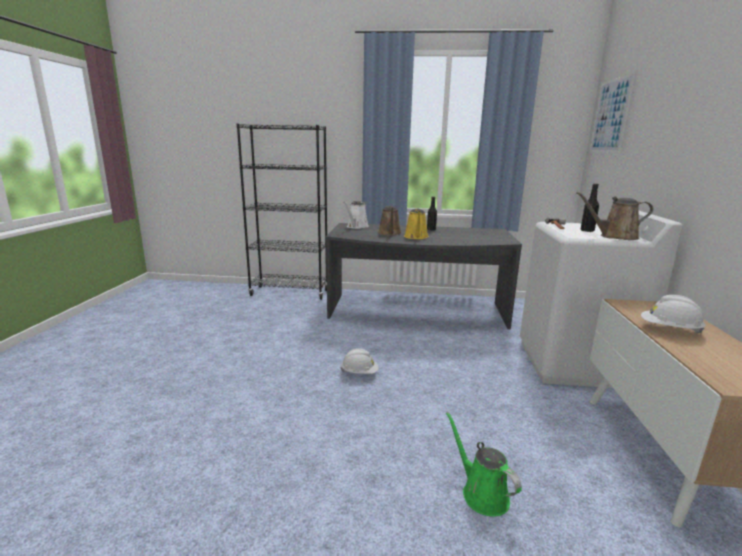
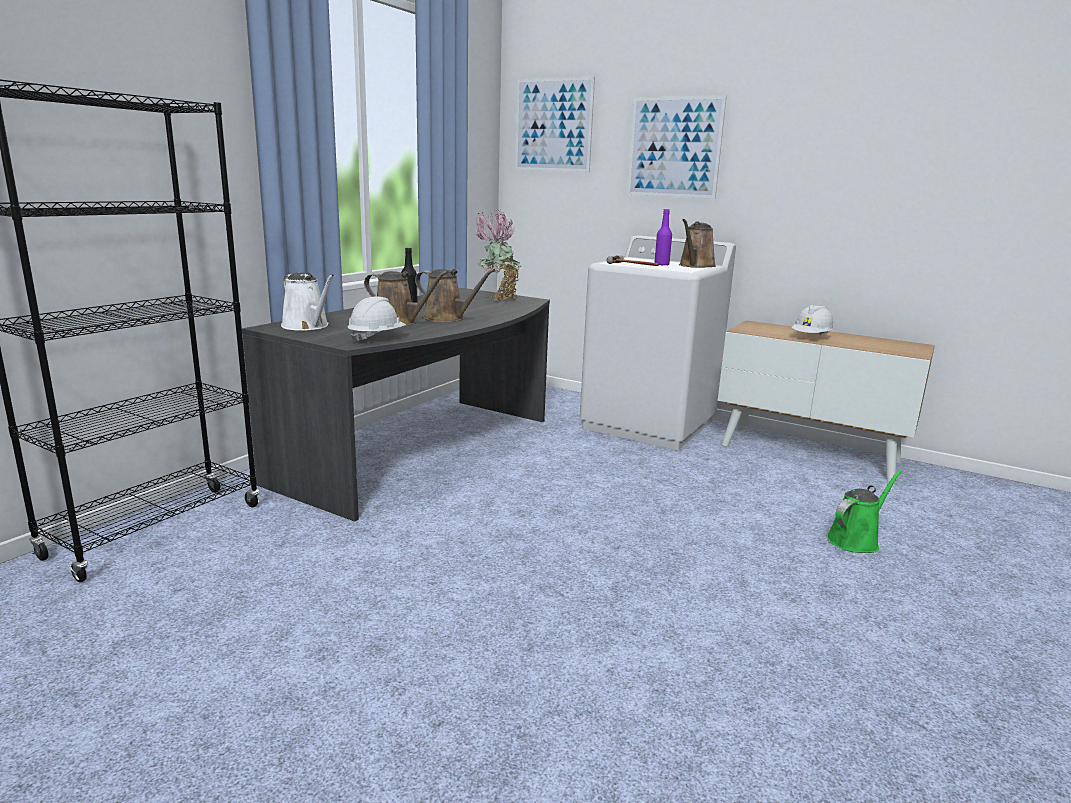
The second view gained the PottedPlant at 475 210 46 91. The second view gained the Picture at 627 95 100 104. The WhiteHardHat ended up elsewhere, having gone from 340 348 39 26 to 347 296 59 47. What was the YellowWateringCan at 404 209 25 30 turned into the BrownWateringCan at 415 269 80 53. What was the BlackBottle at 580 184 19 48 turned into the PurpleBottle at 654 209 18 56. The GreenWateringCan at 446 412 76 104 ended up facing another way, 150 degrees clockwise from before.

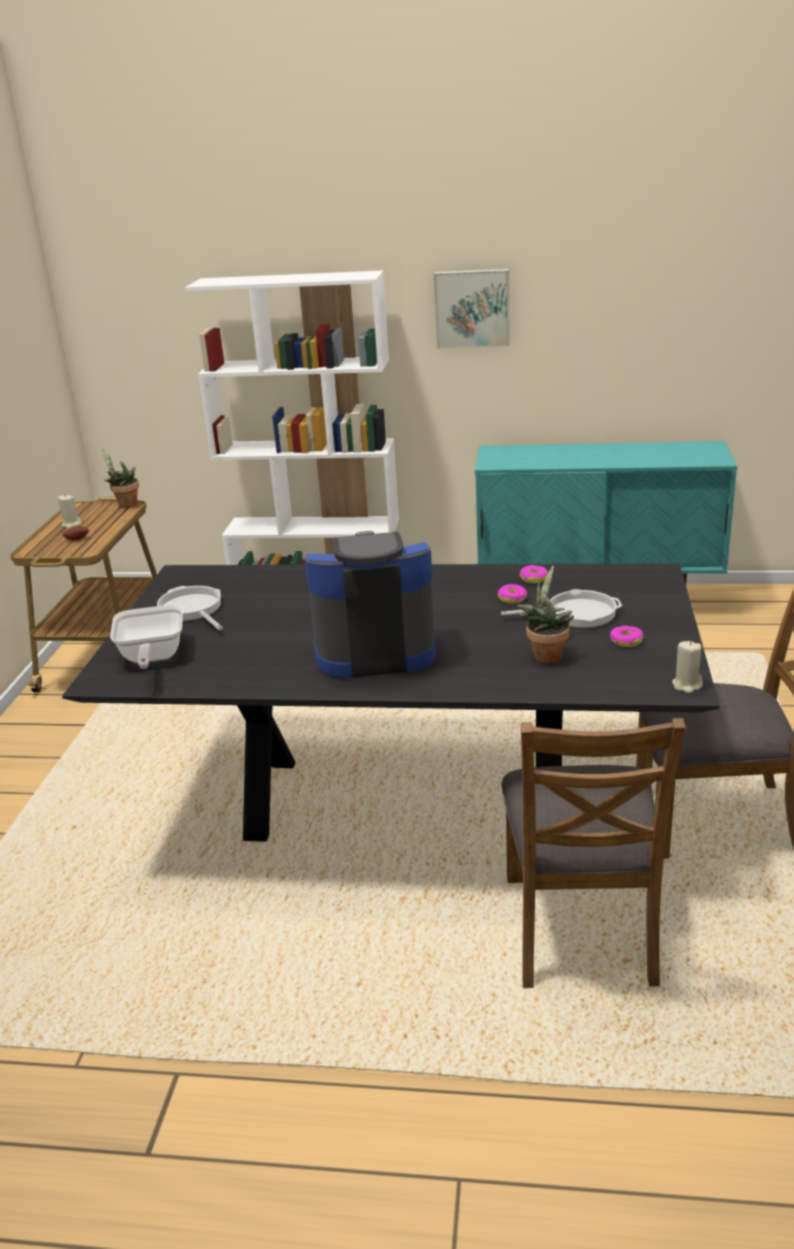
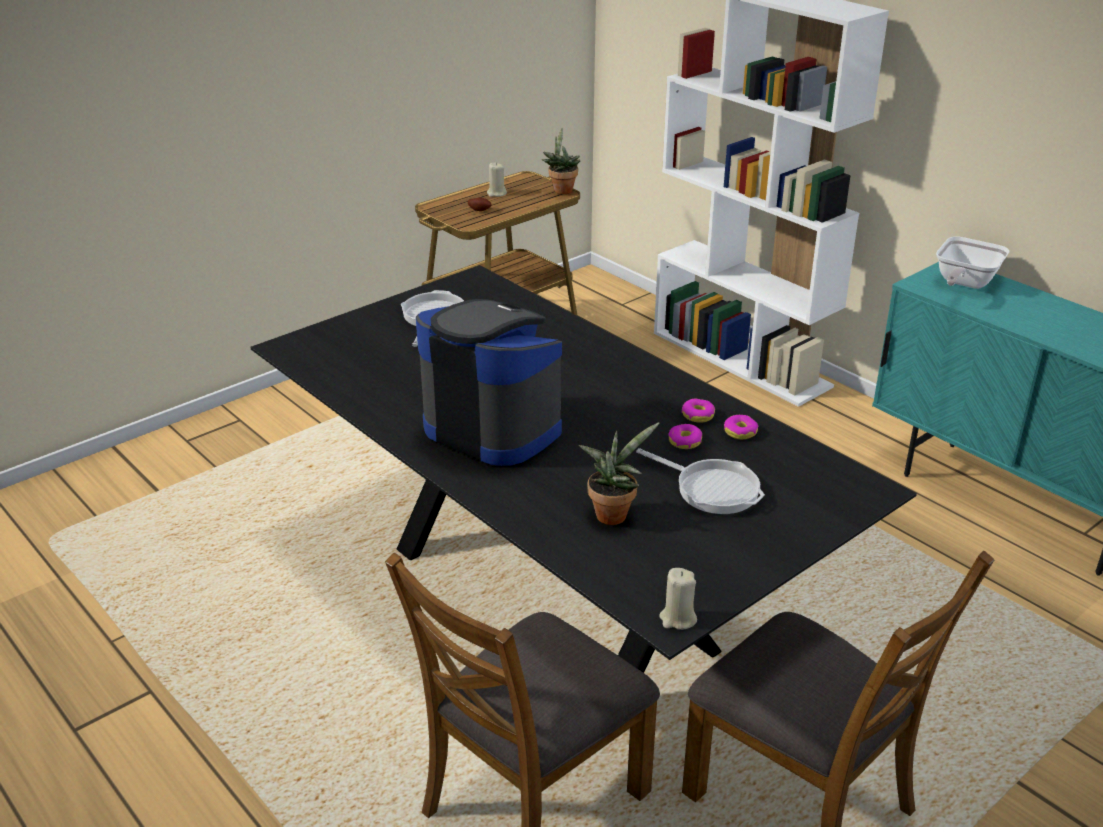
The second view lost the Picture at 434 269 76 80. The FryingPan ended up elsewhere, having gone from 110 605 73 64 to 936 237 73 52. The Donut ended up elsewhere, having gone from 610 626 33 21 to 681 398 34 25.

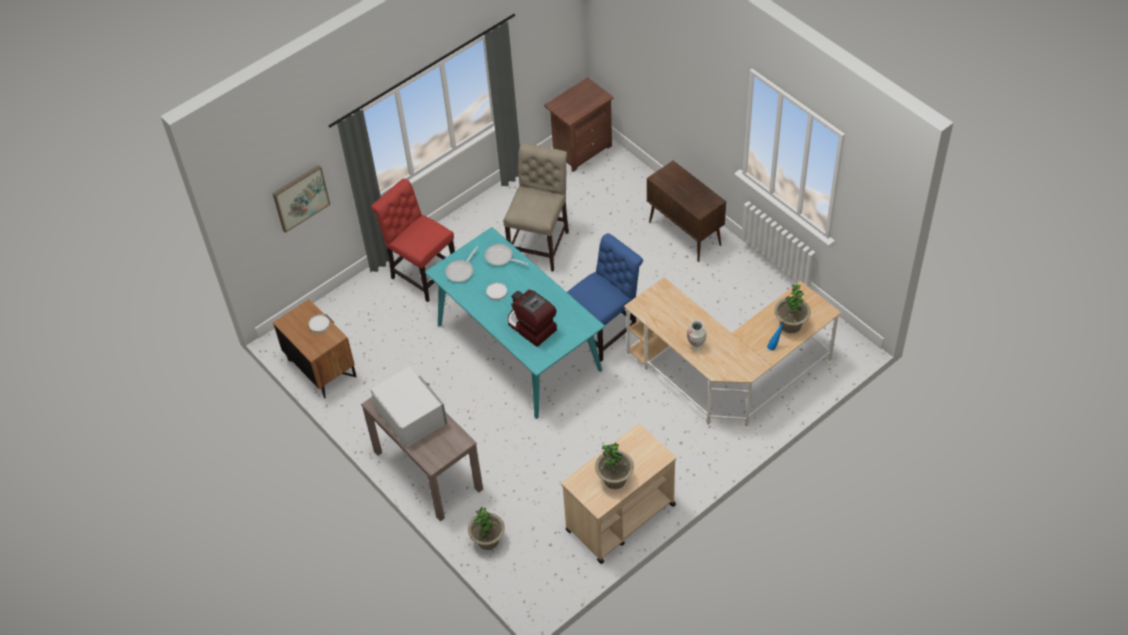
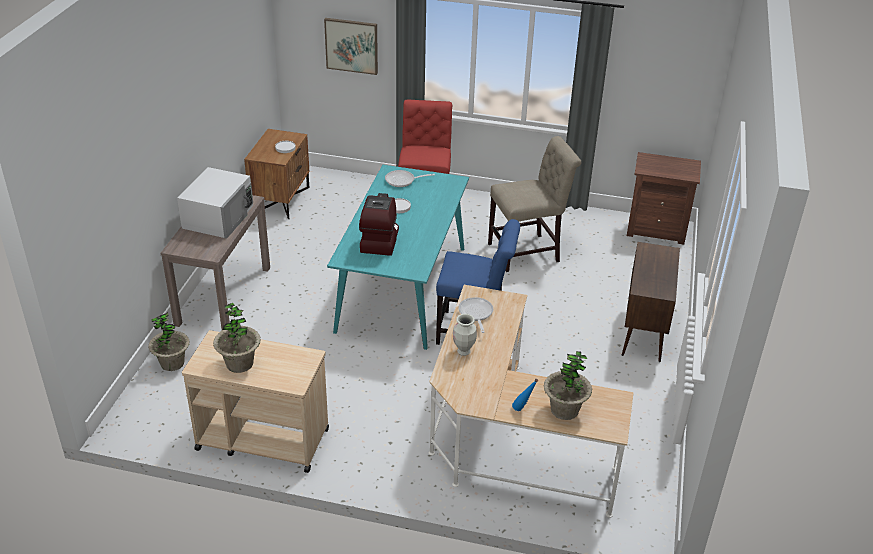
The FryingPan ended up elsewhere, having gone from 485 244 43 22 to 458 297 36 36.

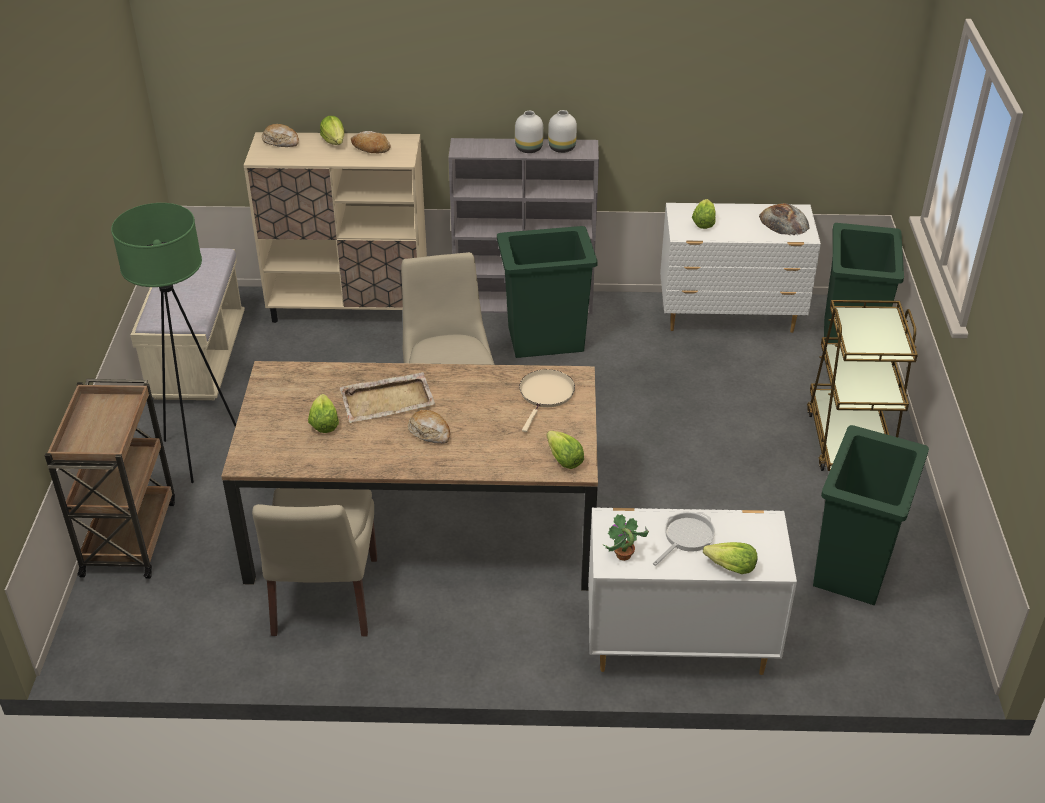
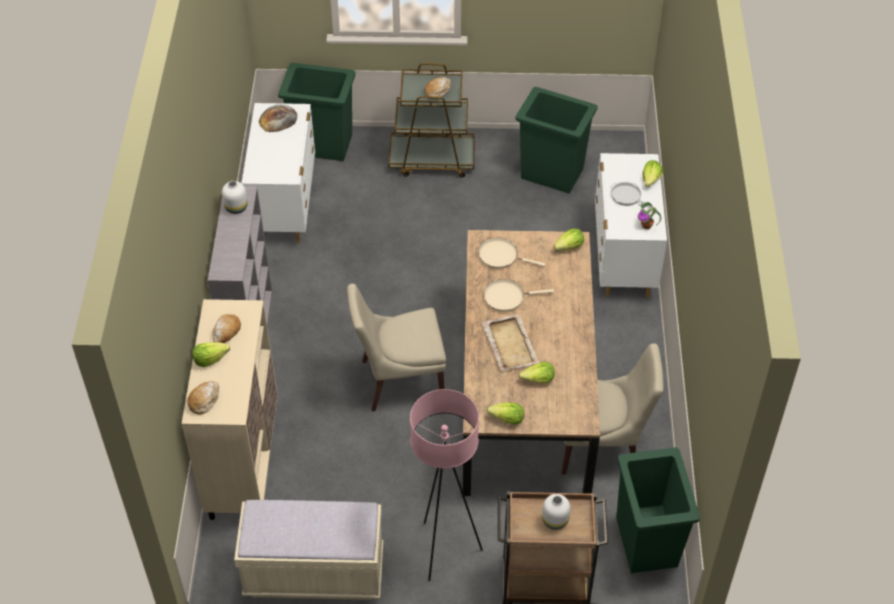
The second view gained the BeigeFryingPan at 483 279 71 33. The Bread ended up elsewhere, having gone from 408 410 42 34 to 425 77 26 22. The GreenTrashCan ended up elsewhere, having gone from 497 226 101 132 to 616 447 84 126. The WhiteVase ended up elsewhere, having gone from 515 111 28 42 to 542 494 28 36. The Lettuce ended up elsewhere, having gone from 692 199 23 30 to 487 403 37 22. What was the GreenFloorLamp at 111 203 125 280 turned into the PinkFloorLamp at 410 389 73 192.

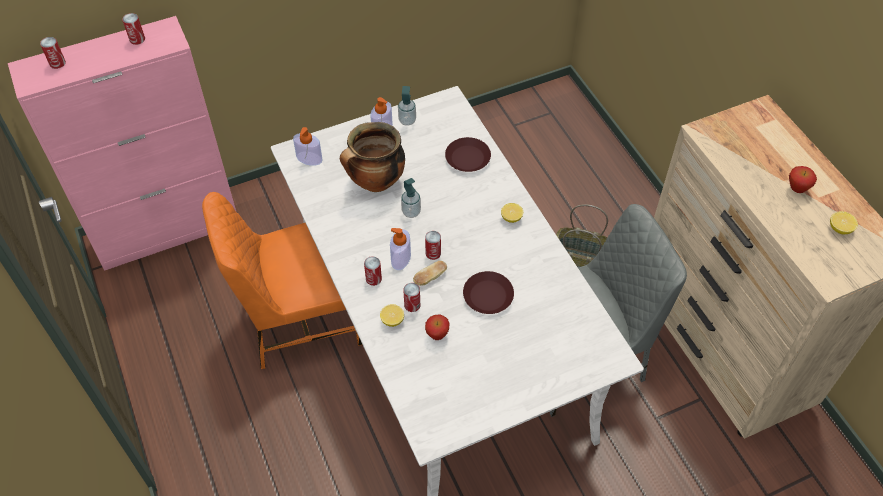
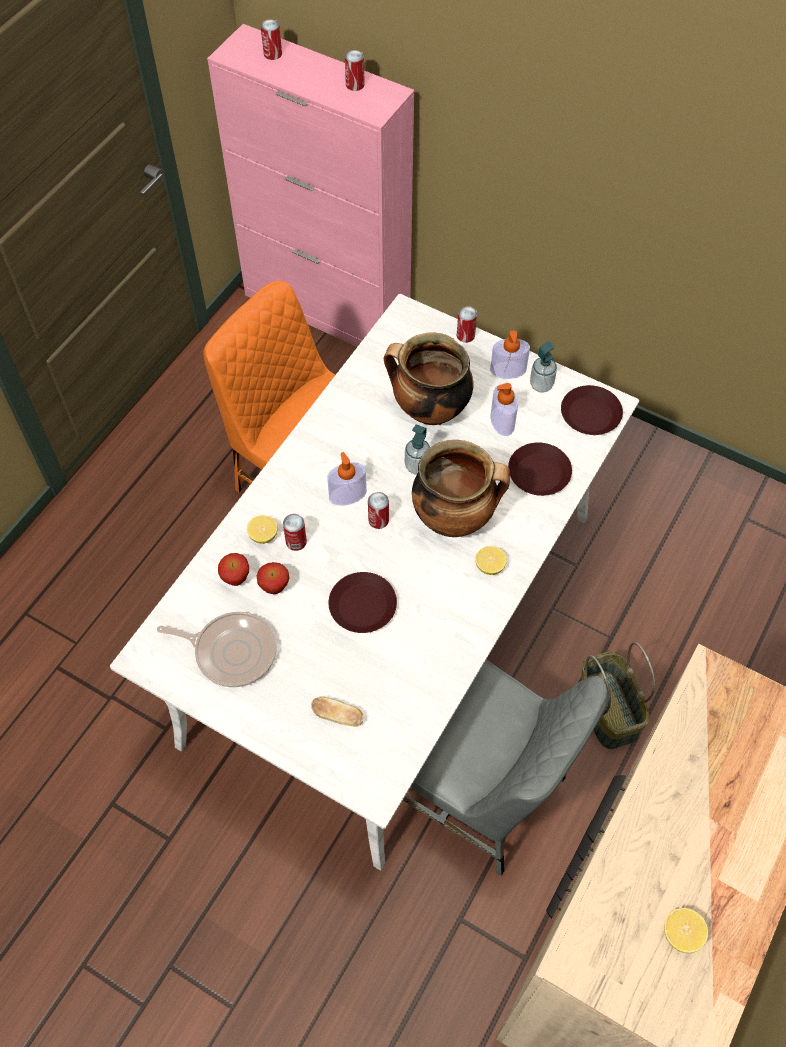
The second view gained the FryingPan at 157 612 120 75. The second view gained the CookingPot at 412 440 98 97. The second view gained the BrownPlate at 561 385 62 50. The SoapDispenser ended up elsewhere, having gone from 293 127 30 39 to 490 383 28 53. The Can ended up elsewhere, having gone from 364 256 18 30 to 457 306 20 37. The Bread ended up elsewhere, having gone from 413 261 34 25 to 311 697 53 29. The Apple ended up elsewhere, having gone from 789 166 28 27 to 218 553 31 33.

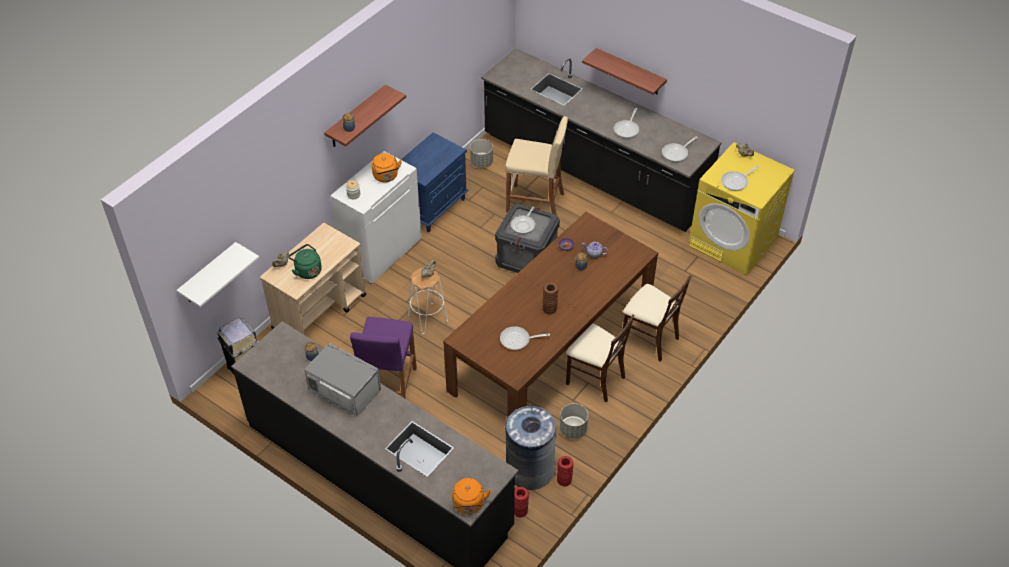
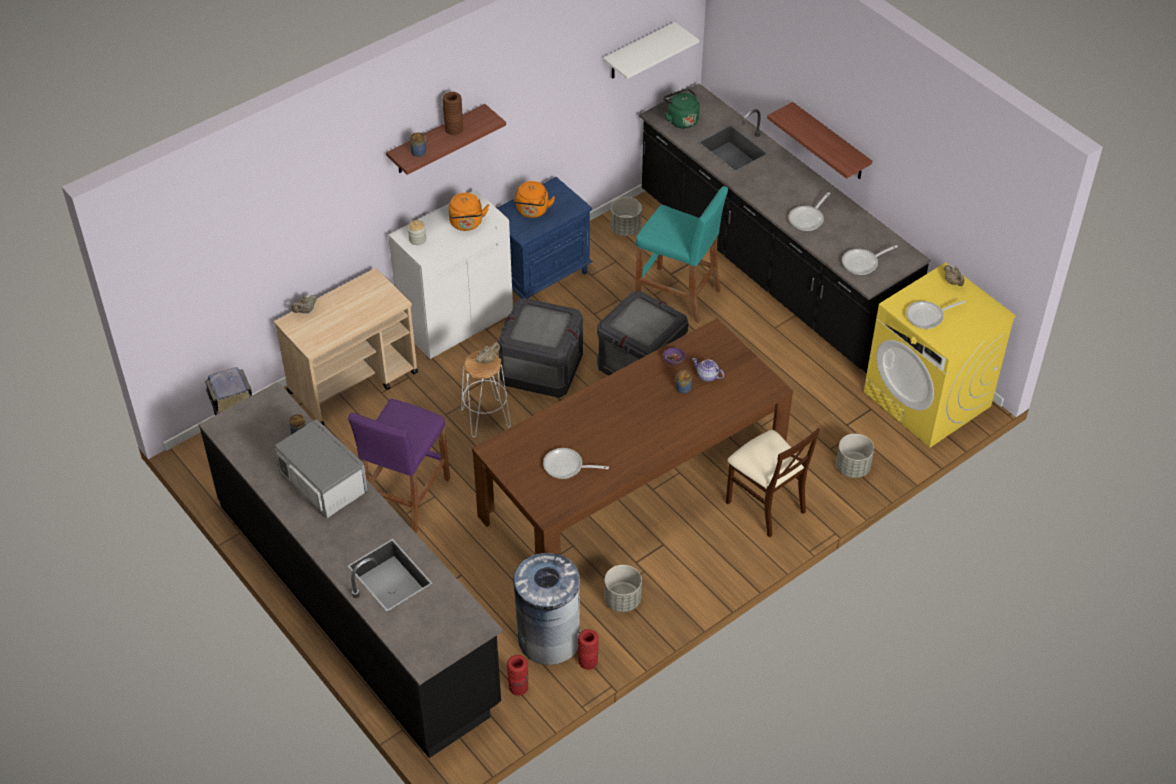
The second view lost the FryingPan at 510 207 26 27. The second view lost the BeigeChair at 566 314 68 88. The second view gained the Crate at 498 298 85 100. The second view gained the GreyPlanter at 836 434 38 44. The WhiteShelf ended up elsewhere, having gone from 176 242 83 65 to 603 22 96 57. The GreenKettle ended up elsewhere, having gone from 288 244 34 35 to 663 88 37 41. The OrangeKettle ended up elsewhere, having gone from 452 478 39 36 to 514 181 41 37. The BrownVase ended up elsewhere, having gone from 543 283 15 31 to 442 92 21 43. What was the BeigeStool at 506 116 62 99 turned into the TurquoiseStool at 635 186 93 137.

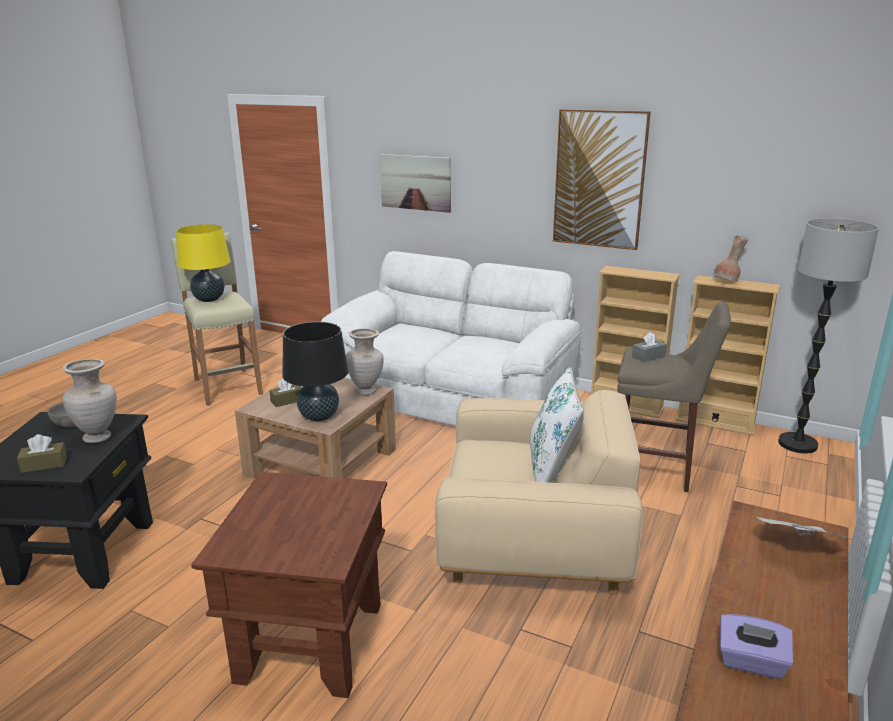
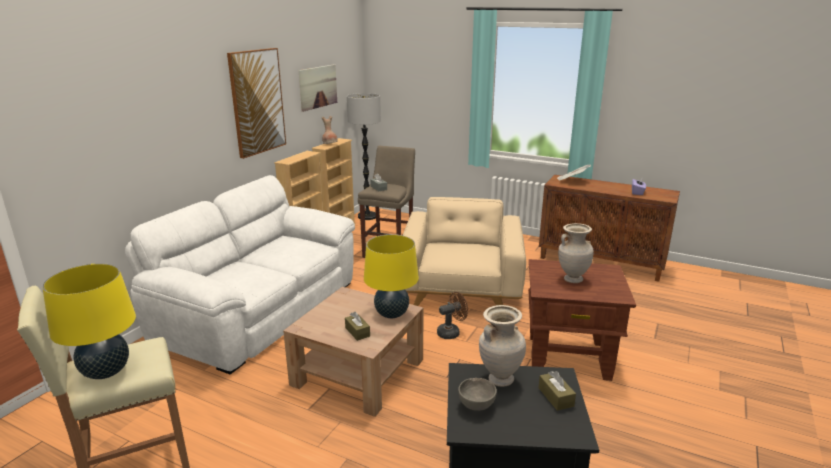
The second view lost the WhitePillow at 530 366 54 117. The second view gained the BrownFan at 437 292 31 47. The BeigeVase ended up elsewhere, having gone from 346 328 38 67 to 558 223 36 60. The Picture ended up elsewhere, having gone from 380 154 71 59 to 299 65 38 47. What was the BlackTableLamp at 282 322 66 99 turned into the YellowTableLamp at 364 234 55 84.

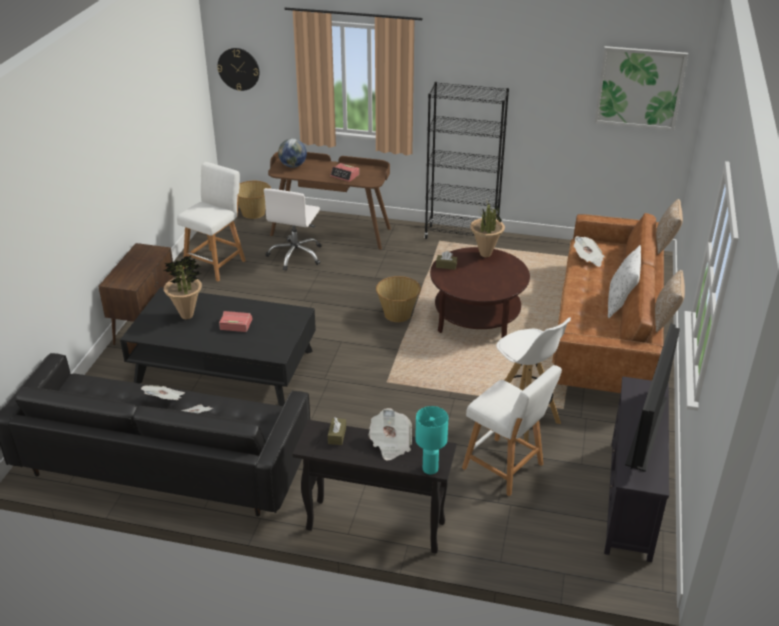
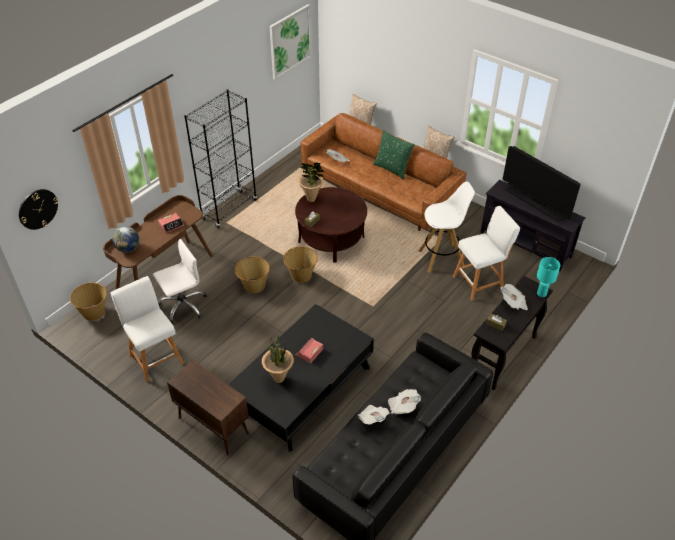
The second view gained the Basket at 235 257 35 36. What was the WhitePillow at 608 245 33 73 turned into the GreenPillow at 373 130 42 49. The WhiteOfficeChair at 264 188 58 83 ended up facing another way, 75 degrees counterclockwise from before.

